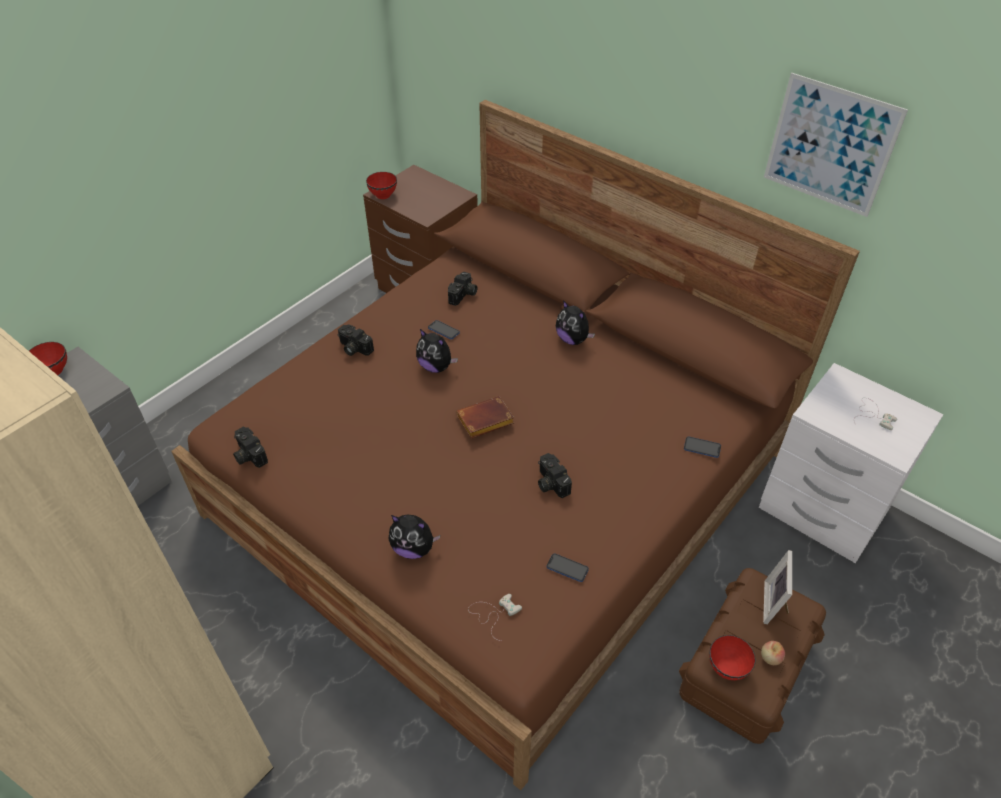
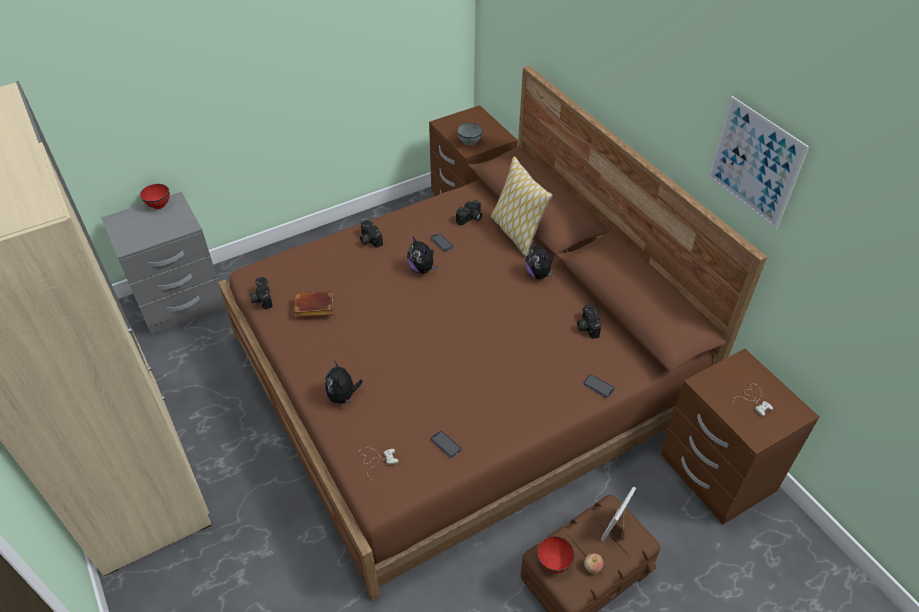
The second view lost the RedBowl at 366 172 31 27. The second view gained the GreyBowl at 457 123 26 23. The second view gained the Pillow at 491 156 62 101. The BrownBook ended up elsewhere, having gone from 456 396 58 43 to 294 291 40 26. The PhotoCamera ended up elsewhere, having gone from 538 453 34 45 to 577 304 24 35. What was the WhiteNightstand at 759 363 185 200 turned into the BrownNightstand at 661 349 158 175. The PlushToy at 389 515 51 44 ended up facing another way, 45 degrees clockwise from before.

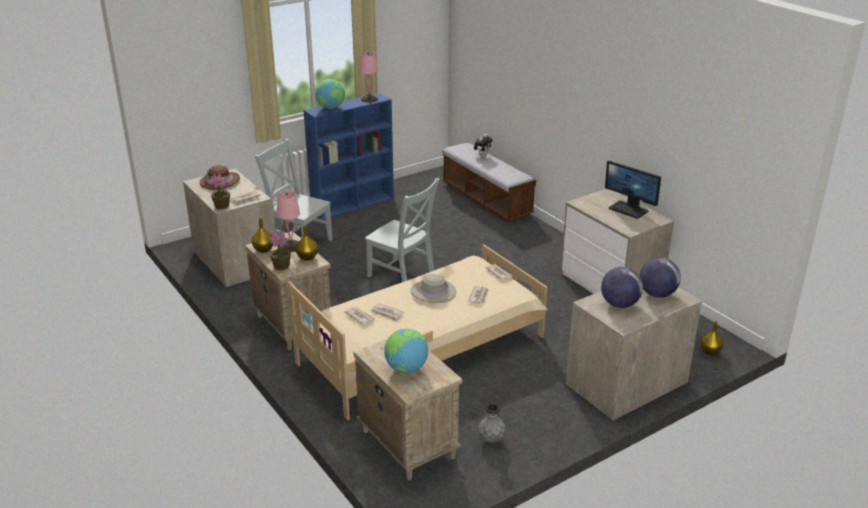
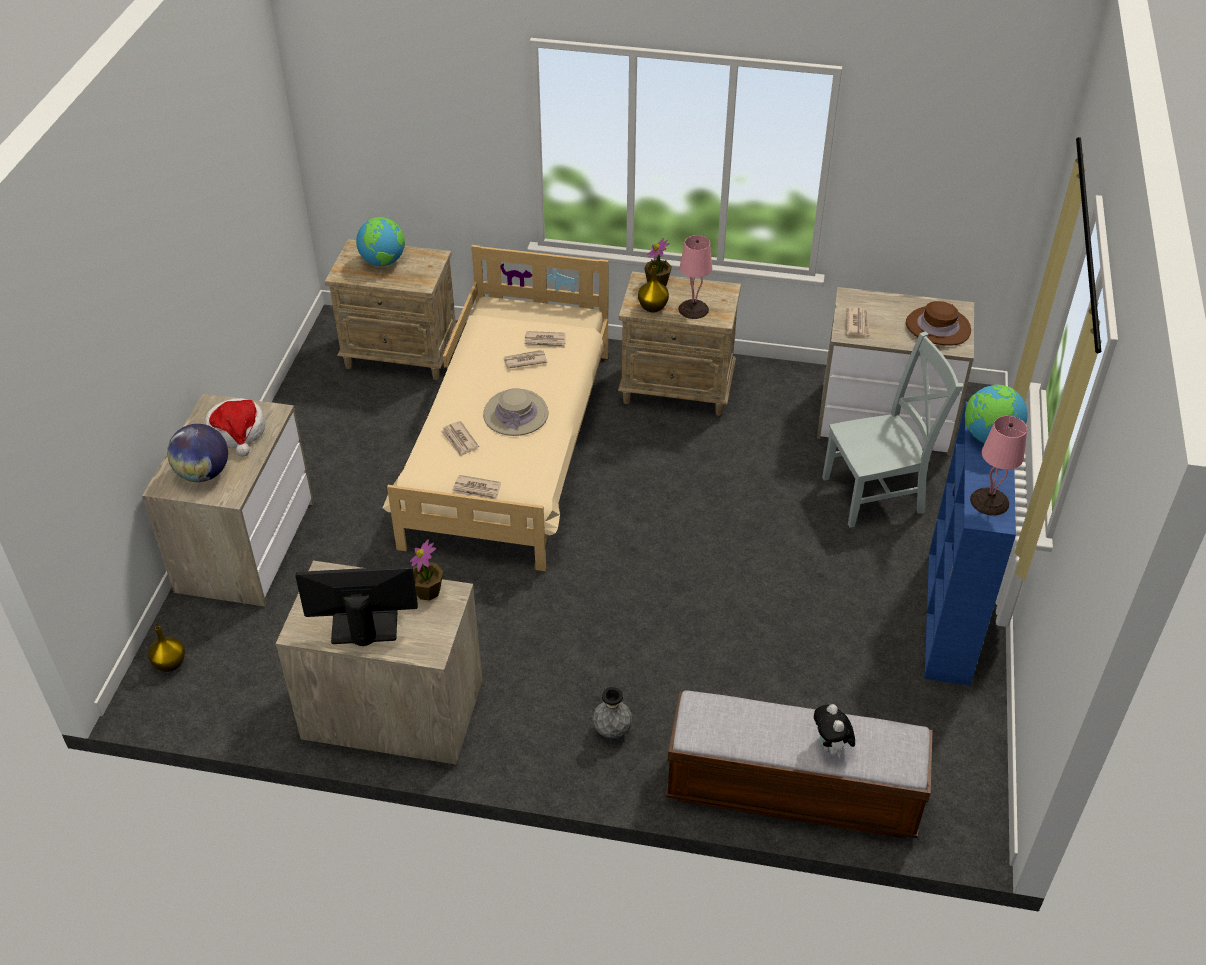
The second view lost the YellowVase at 251 217 23 36. The second view lost the GreyChair at 365 178 75 104. The PottedPlant ended up elsewhere, having gone from 209 173 21 36 to 410 539 33 62. The GreyVase ended up elsewhere, having gone from 478 403 28 40 to 593 687 39 52. Where the Globe stood at 601 267 42 41, the Hat came to stand at 205 398 60 59.

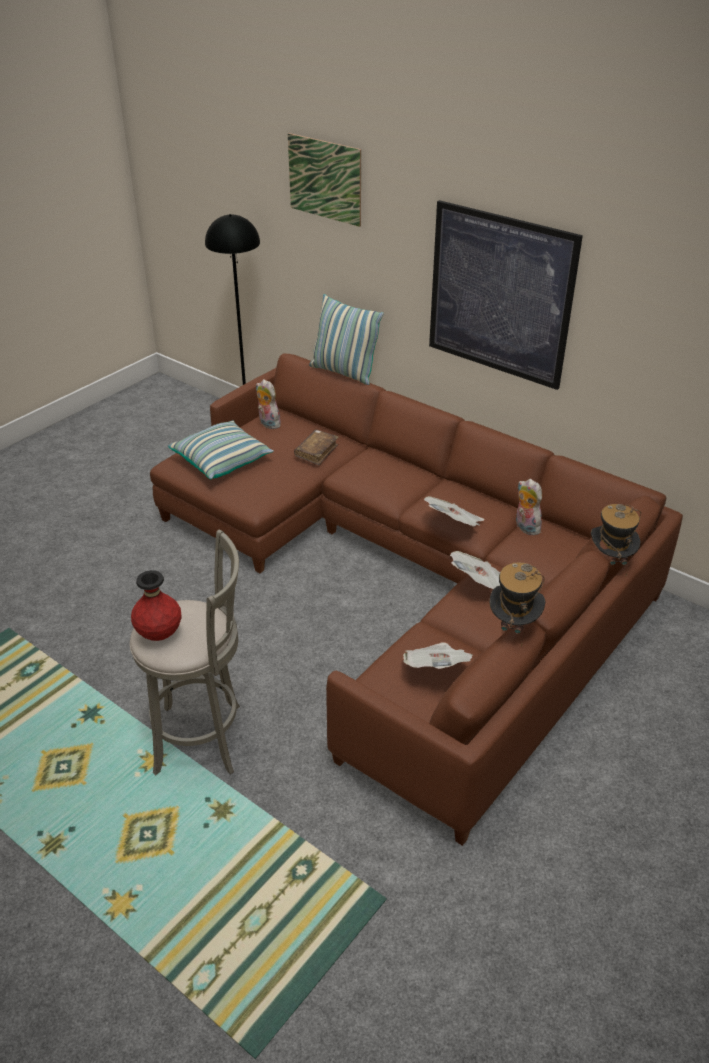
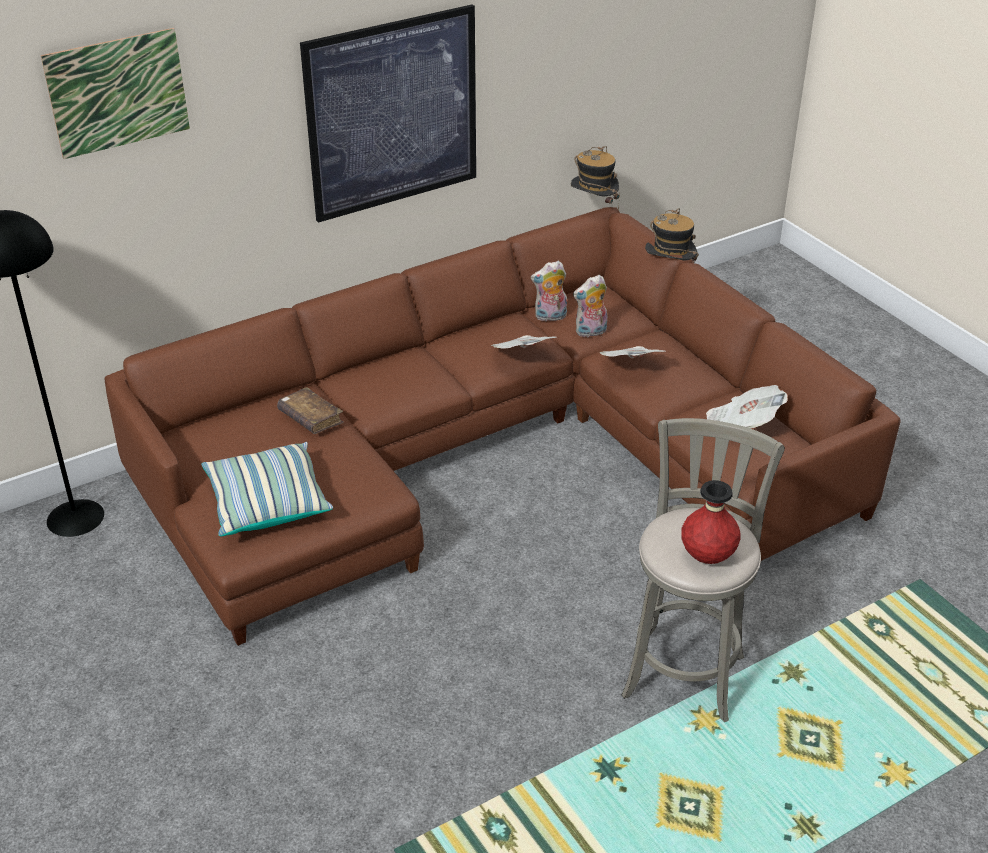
The second view lost the Pillow at 309 294 75 91. The PlushToy ended up elsewhere, having gone from 256 379 25 50 to 573 275 34 62. The Hat ended up elsewhere, having gone from 489 562 56 85 to 571 146 48 64.

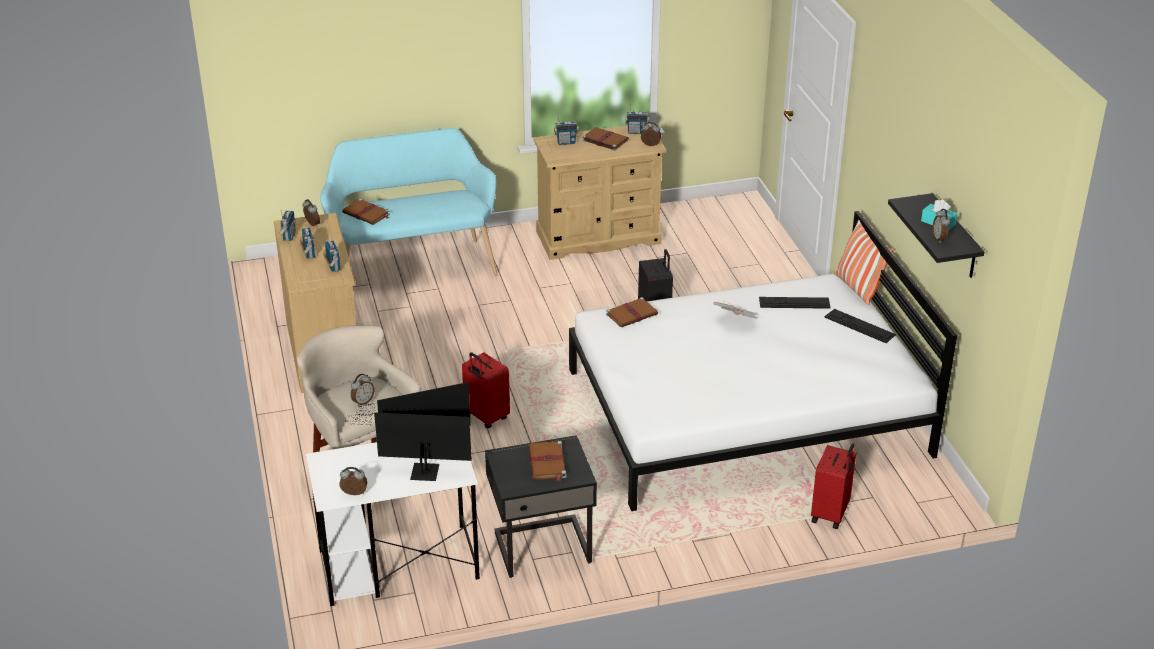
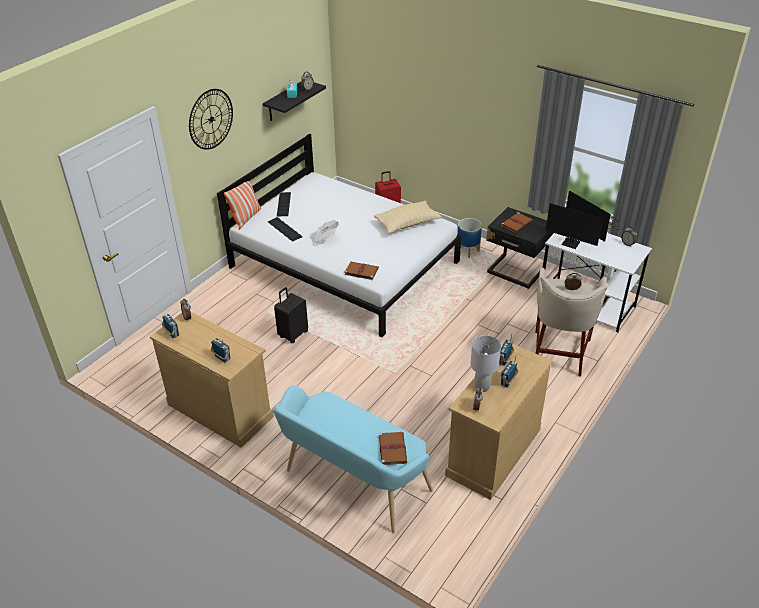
The second view lost the Radio at 279 210 17 31. The second view lost the RedSuitcase at 462 352 48 76. The second view lost the BrownBook at 582 127 47 24. The second view gained the WallClock at 189 89 44 61. The second view gained the BeigePillow at 374 201 67 33. The second view gained the Planter at 457 218 25 40. The second view gained the GreyTableLamp at 470 335 31 57.

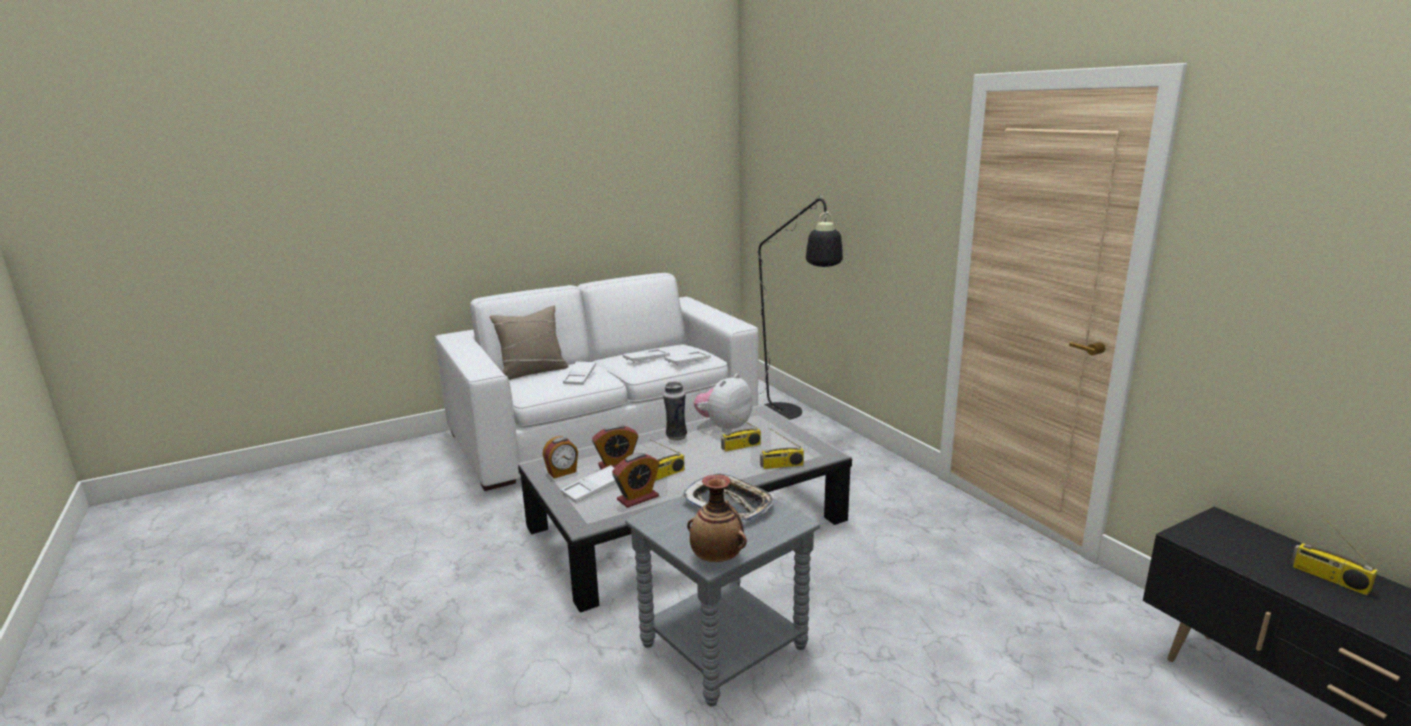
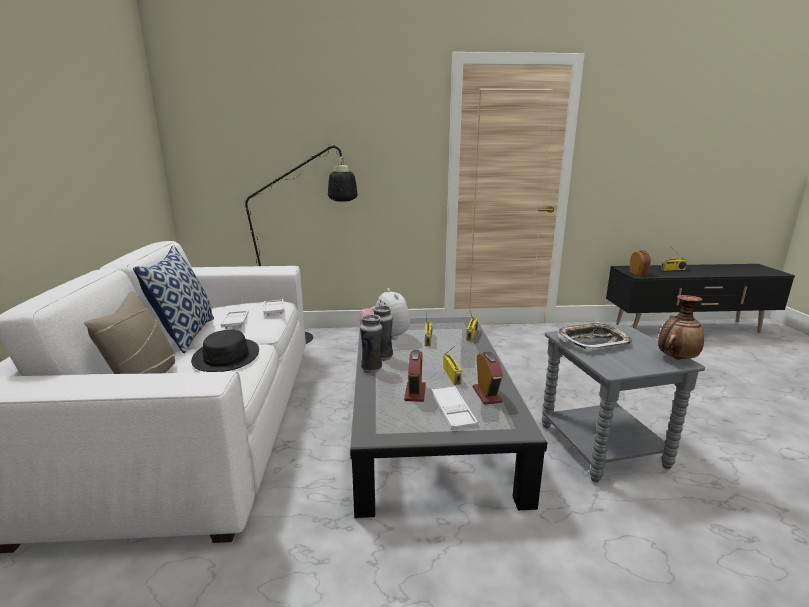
The second view gained the Pillow at 133 245 81 108. The second view gained the Vase at 360 314 22 59. The AlarmClock ended up elsewhere, having gone from 543 436 35 43 to 630 251 21 24. Where the WhiteTray stood at 563 361 33 24, the BlackHat came to stand at 191 330 68 42.

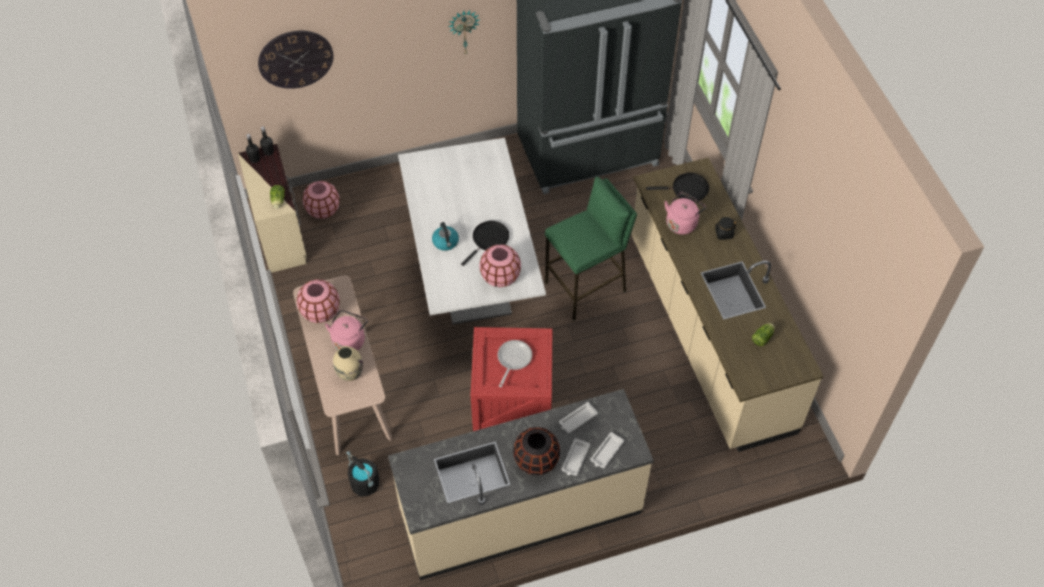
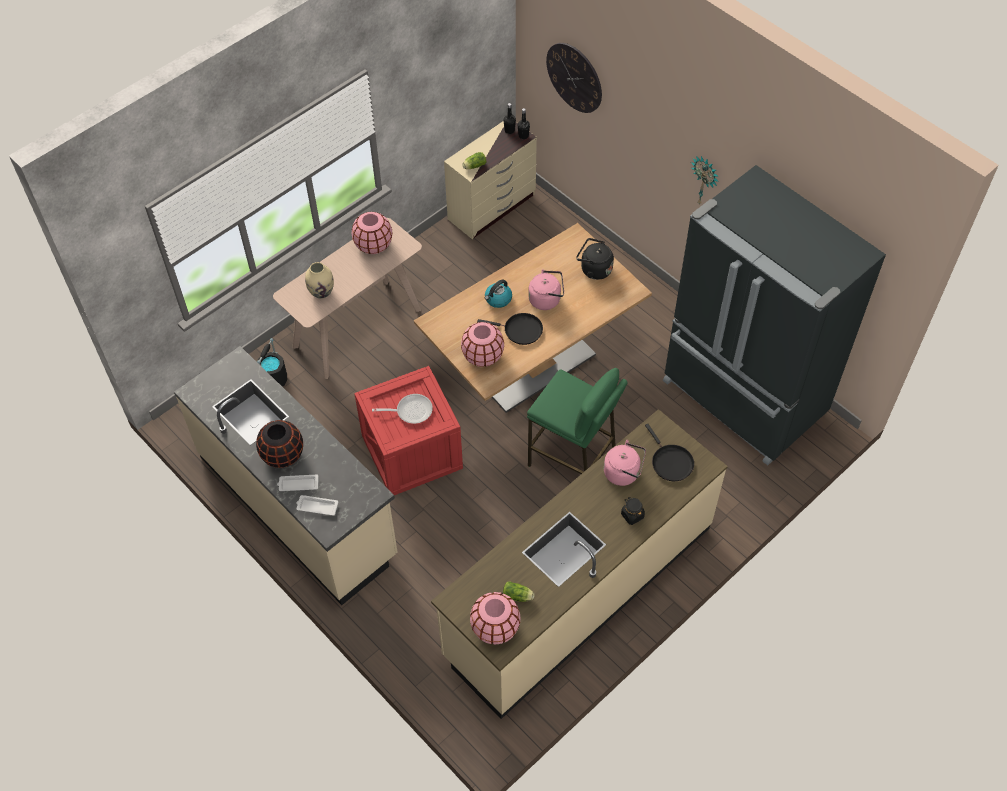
The second view lost the WhiteTray at 559 402 39 31. The second view gained the BlackKettle at 576 238 38 42. The PinkVase ended up elsewhere, having gone from 303 181 37 38 to 470 592 50 52. The PinkKettle ended up elsewhere, having gone from 325 310 43 41 to 528 269 36 41. What was the WhiteDiningTable at 398 138 148 187 turned into the BrownDiningTable at 414 223 238 190.

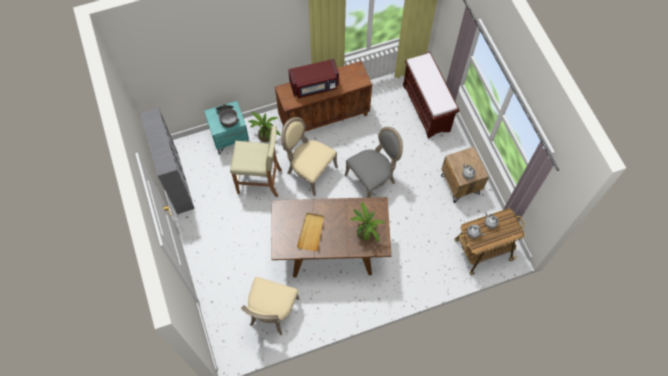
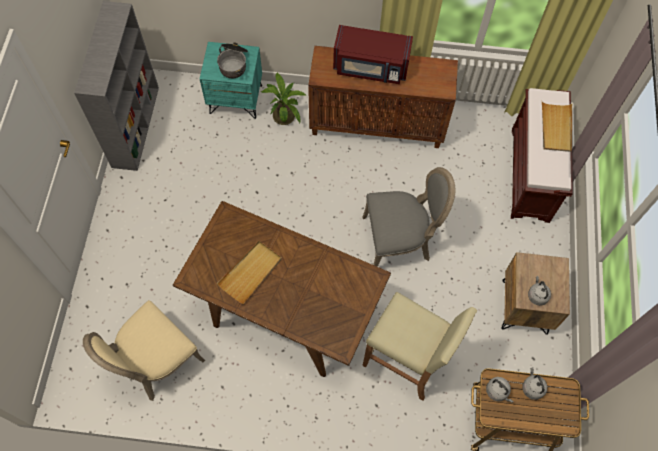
The second view lost the BeigeChair at 281 117 57 79. The second view lost the PottedPlant at 351 201 34 42. The second view gained the BeigeTray at 542 102 30 50. The BeigeStool ended up elsewhere, having gone from 230 125 52 72 to 362 292 115 109.

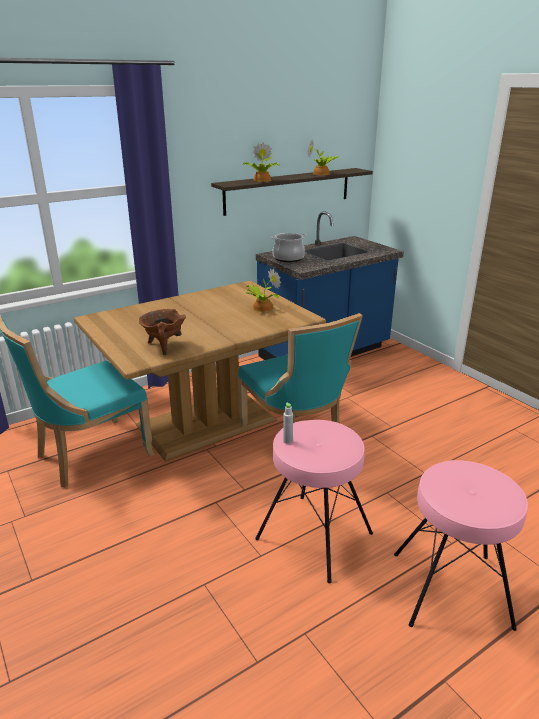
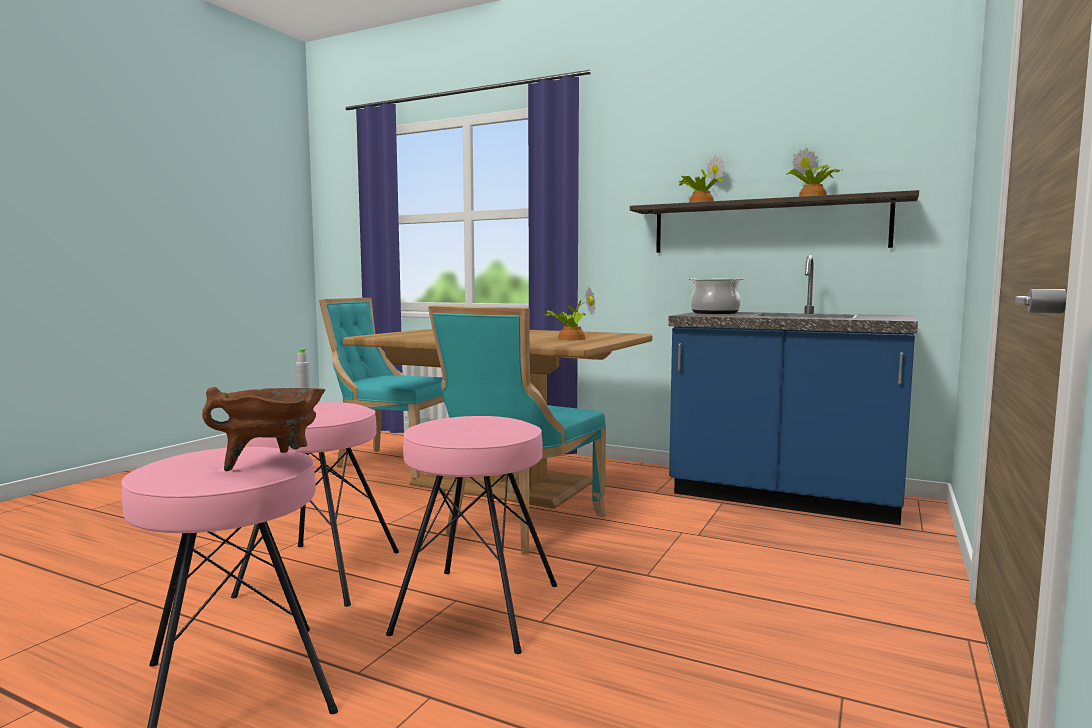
The second view gained the PinkStool at 386 416 171 238. The BrownCookingPot ended up elsewhere, having gone from 139 309 47 46 to 202 387 123 84.

